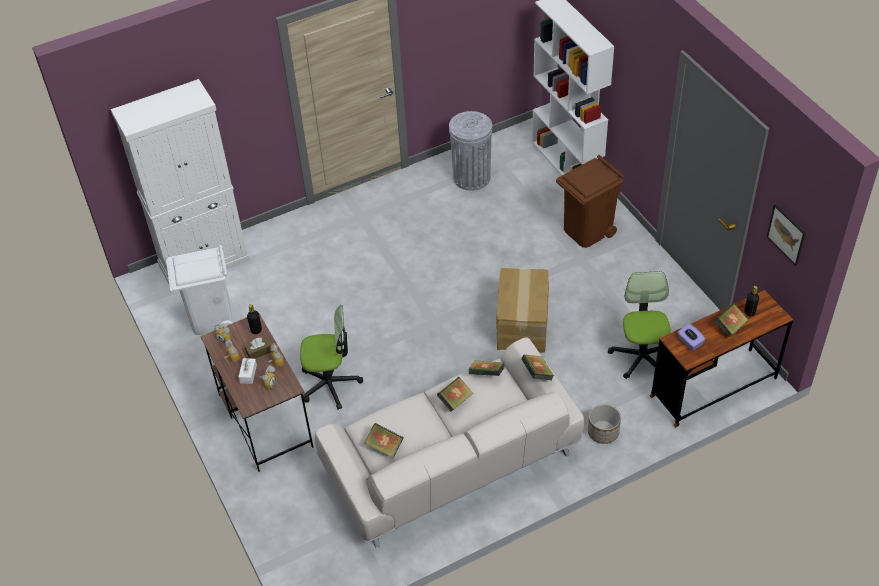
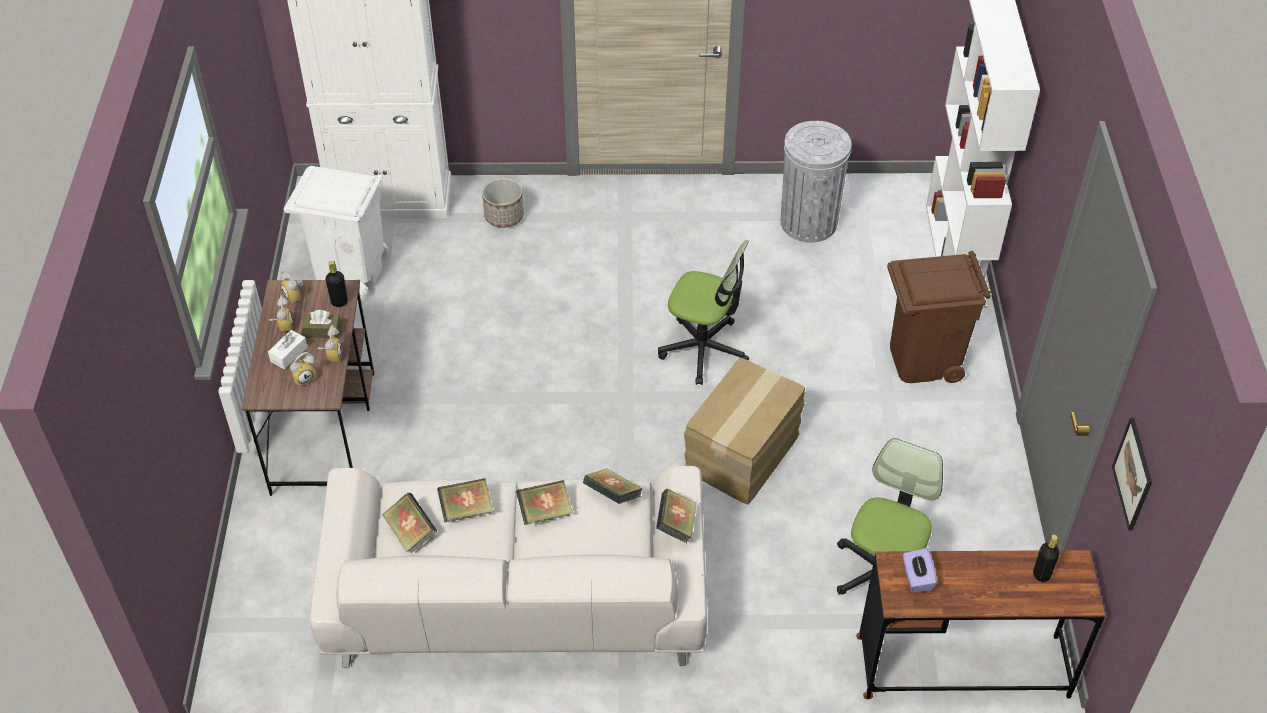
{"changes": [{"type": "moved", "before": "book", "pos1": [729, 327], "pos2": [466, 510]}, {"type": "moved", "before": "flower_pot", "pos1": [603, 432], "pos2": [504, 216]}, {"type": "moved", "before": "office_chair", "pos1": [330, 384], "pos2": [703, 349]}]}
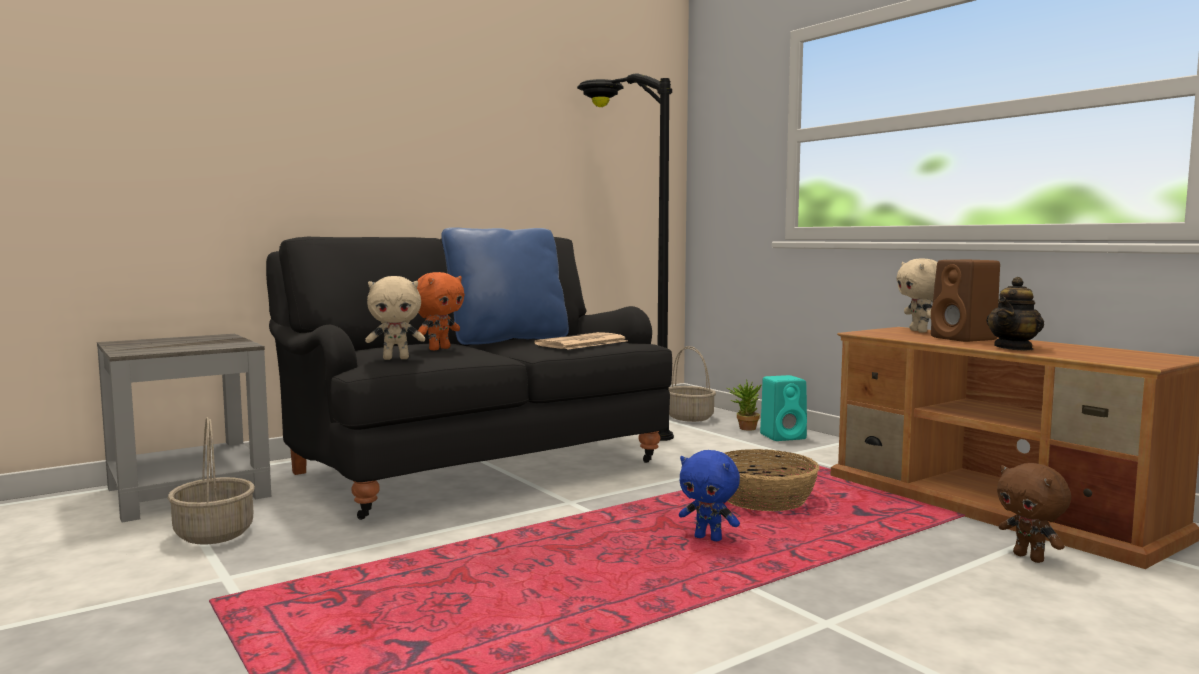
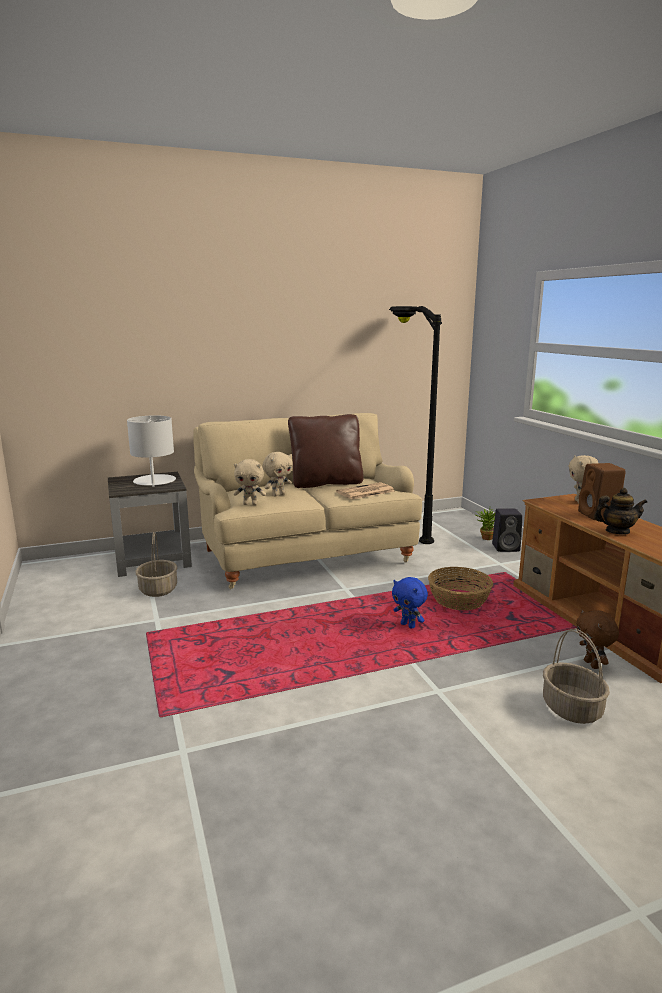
{"changes": [{"type": "added", "after": "white-coloured_lamp_for_a_table", "pos2": [154, 481]}, {"type": "recoloured", "before": "black-coloured_couch", "after": "beige-coloured_couch", "pos1": [471, 464], "pos2": [304, 553]}, {"type": "recoloured", "before": "orangey_cuddly_toy", "after": "beige-coloured_cuddly_toy", "pos1": [439, 349], "pos2": [278, 495]}, {"type": "recoloured", "before": "bluish_cushion", "after": "brown_cushion", "pos1": [507, 340], "pos2": [326, 483]}, {"type": "recoloured", "before": "turquoise-coloured_audio_speaker", "after": "black-coloured_audio_speaker", "pos1": [784, 436], "pos2": [506, 547]}, {"type": "moved", "before": "household_basket", "pos1": [690, 417], "pos2": [572, 709]}, {"type": "turned", "before": "teapot", "pos1": [1014, 348], "pos2": [617, 531], "turn": -150}]}
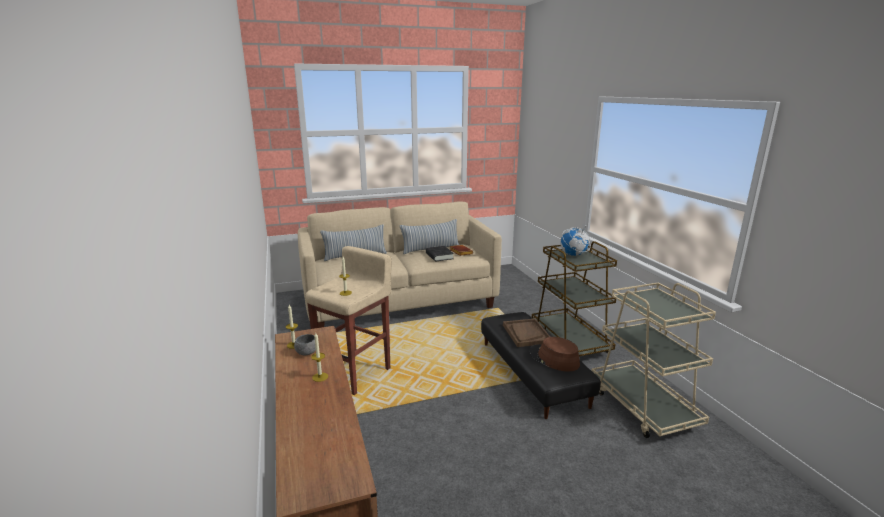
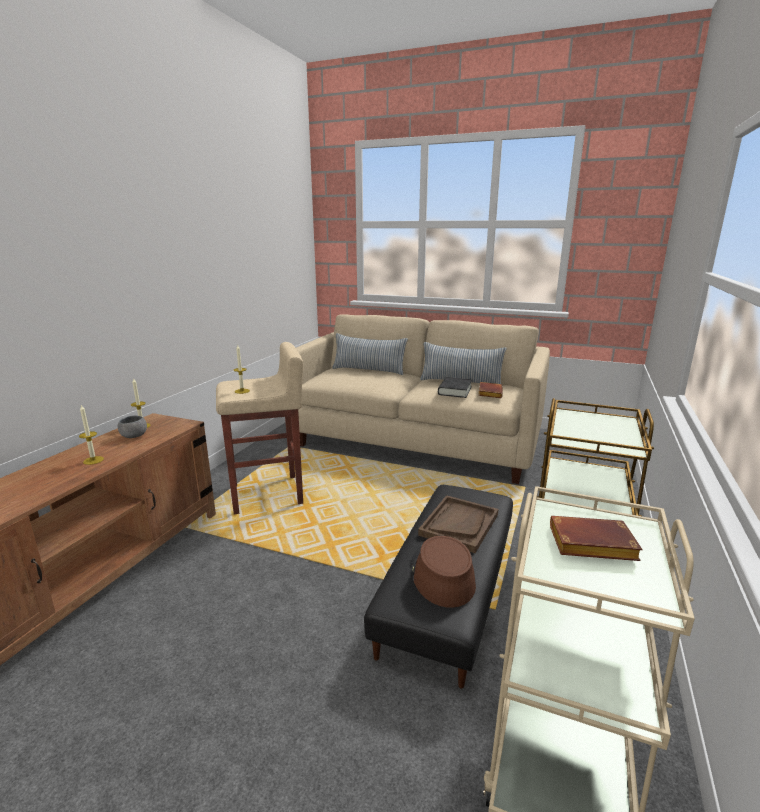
{"changes": [{"type": "added", "after": "brown_book", "pos2": [589, 545]}, {"type": "removed", "before": "globe", "pos1": [573, 255]}]}
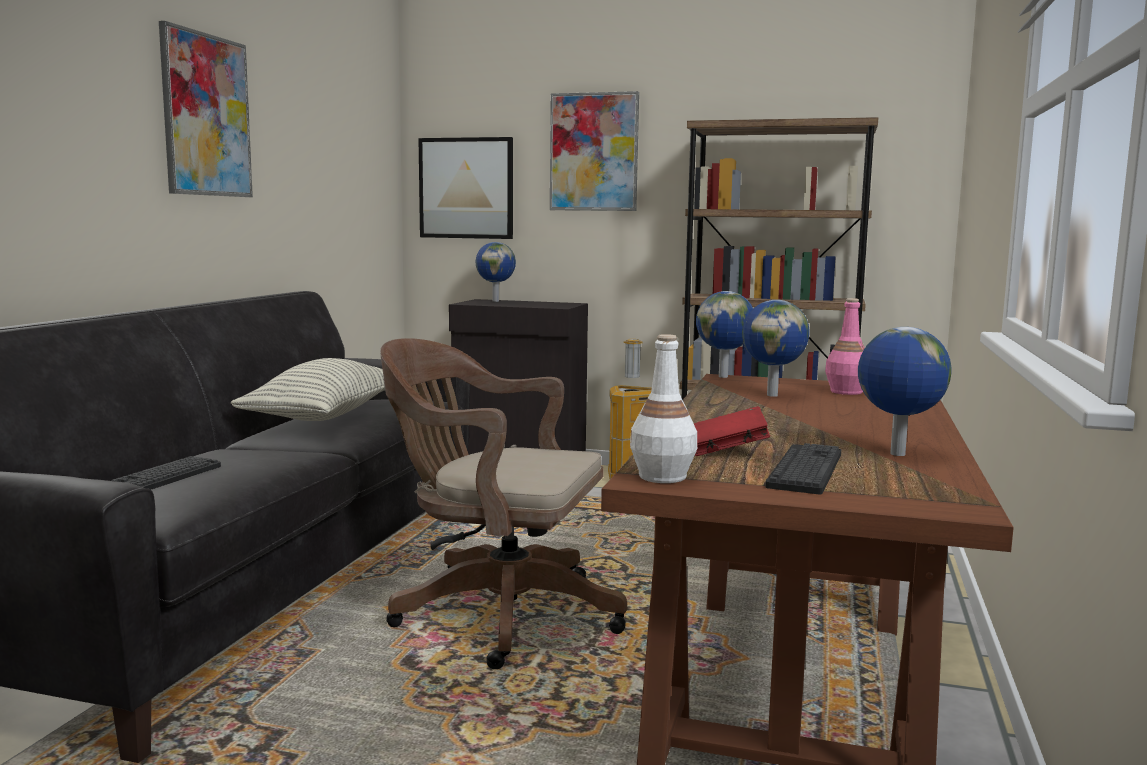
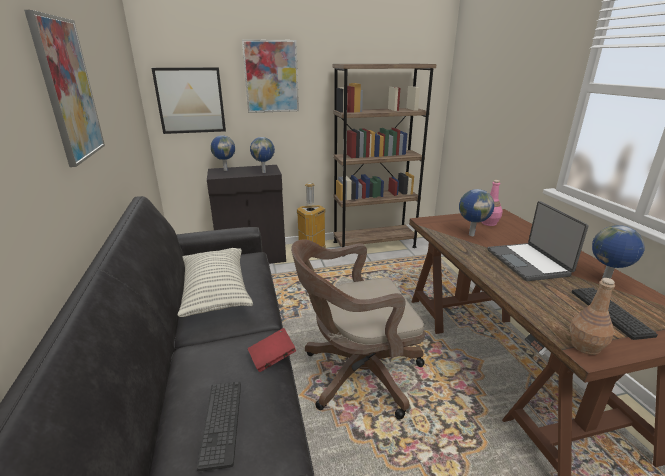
{"changes": [{"type": "moved", "before": "red-coloured_book", "pos1": [726, 451], "pos2": [272, 358]}, {"type": "moved", "before": "globe", "pos1": [724, 376], "pos2": [264, 172]}, {"type": "added", "after": "notebook_computer", "pos2": [529, 262]}, {"type": "recoloured", "before": "white-coloured_bottle", "after": "brown_bottle", "pos1": [662, 477], "pos2": [586, 346]}]}
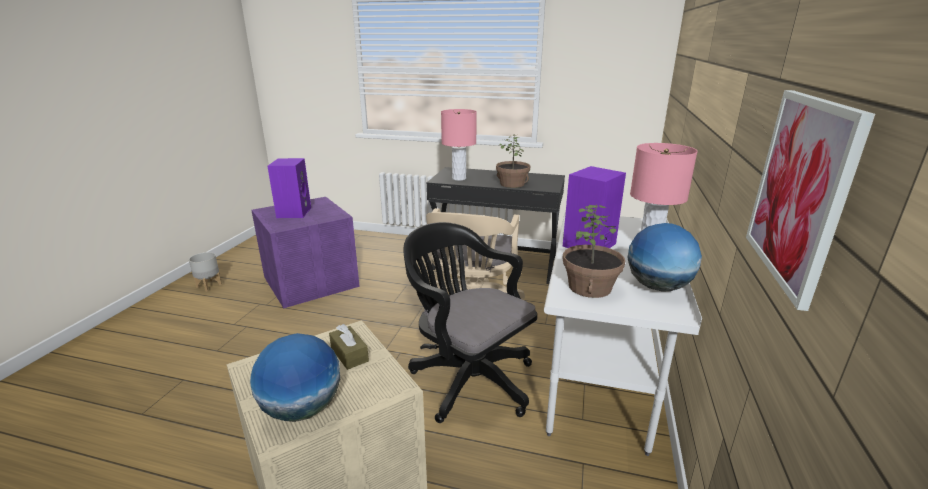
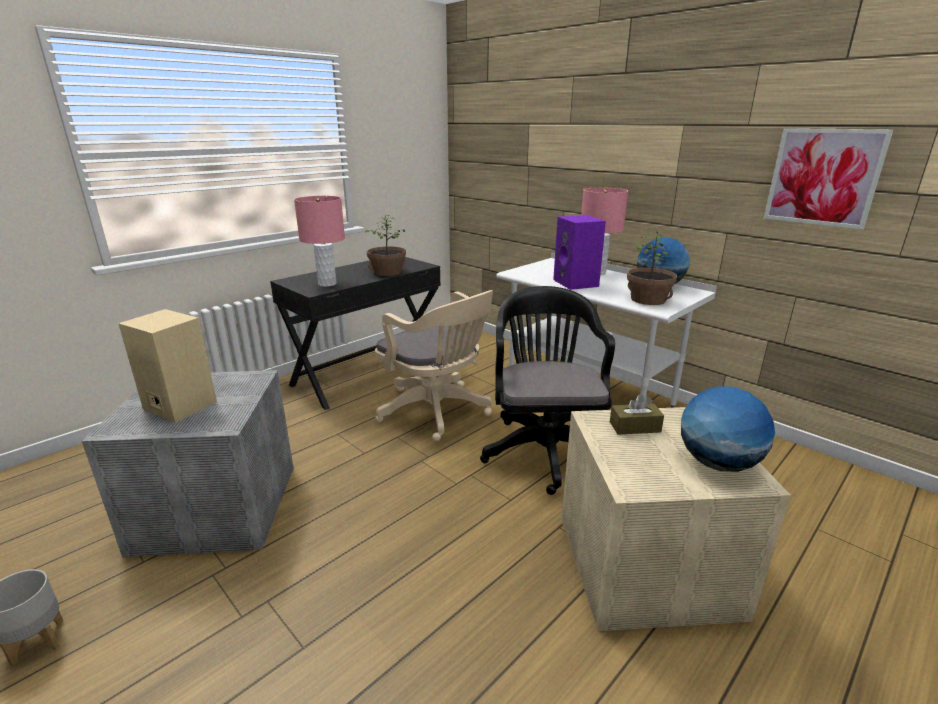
{"changes": [{"type": "recoloured", "before": "purple_storage_container", "after": "greyish_storage_container", "pos1": [311, 281], "pos2": [216, 506]}, {"type": "recoloured", "before": "purple_audio_speaker", "after": "beige-coloured_audio_speaker", "pos1": [293, 212], "pos2": [178, 405]}, {"type": "turned", "before": "black-coloured_office_chair", "pos1": [468, 378], "pos2": [544, 448], "turn": 105}]}
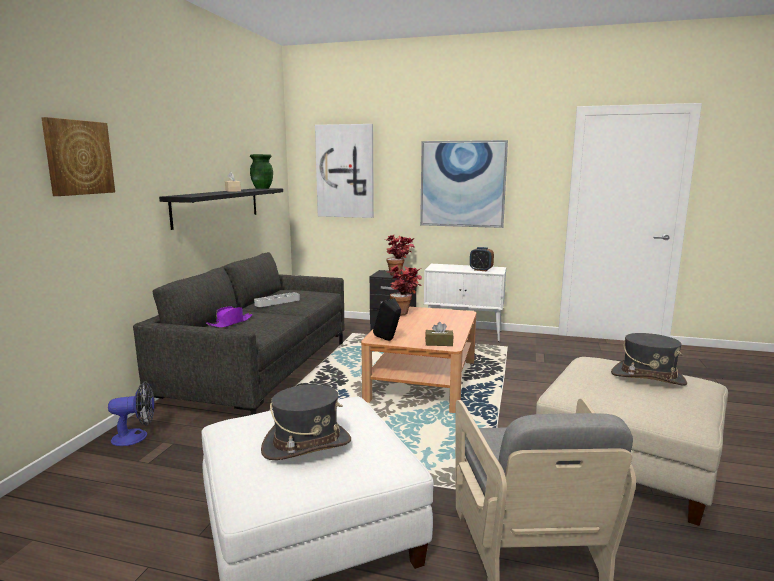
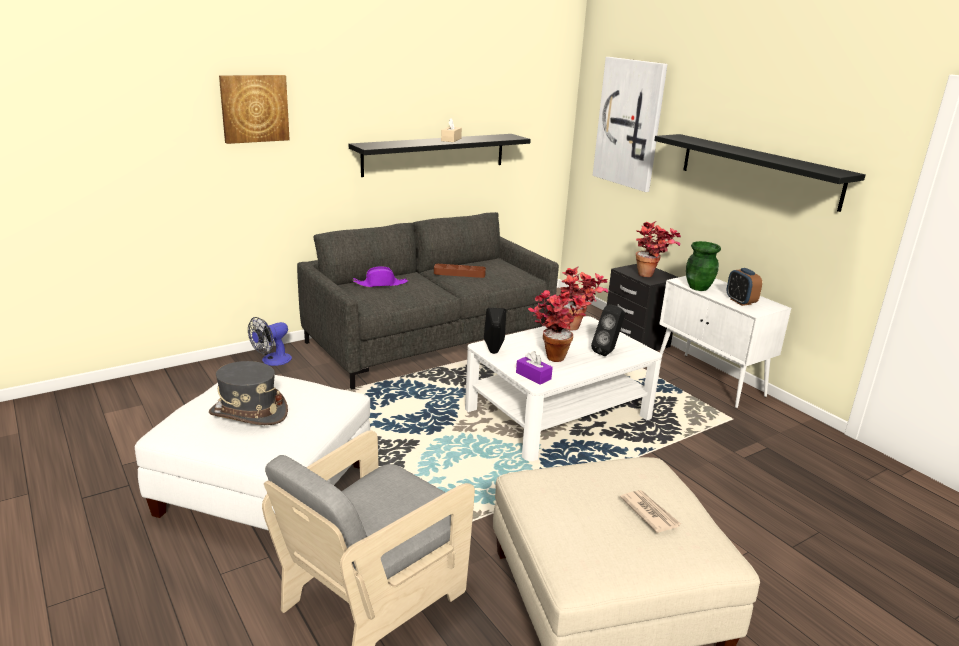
{"changes": [{"type": "turned", "before": "electric_fan", "pos1": [136, 437], "pos2": [272, 361], "turn": 105}, {"type": "recoloured", "before": "greyish_serving_tray", "after": "brown_serving_tray", "pos1": [277, 302], "pos2": [459, 273]}, {"type": "recoloured", "before": "brown_coffee_table", "after": "white-coloured_coffee_table", "pos1": [422, 380], "pos2": [558, 413]}, {"type": "recoloured", "before": "brown_tissue_holder", "after": "purple_tissue_holder", "pos1": [439, 343], "pos2": [533, 376]}, {"type": "added", "after": "potted_plant", "pos2": [552, 355]}, {"type": "added", "after": "black-coloured_audio_speaker", "pos2": [607, 352]}, {"type": "replaced", "before": "greyish_hat", "after": "printed_paper", "pos1": [647, 377], "pos2": [649, 513]}, {"type": "replaced", "before": "wall_art", "after": "black-coloured_wall_shelf", "pos1": [462, 184], "pos2": [758, 170]}, {"type": "moved", "before": "green-coloured_vase", "pos1": [262, 188], "pos2": [698, 287]}]}
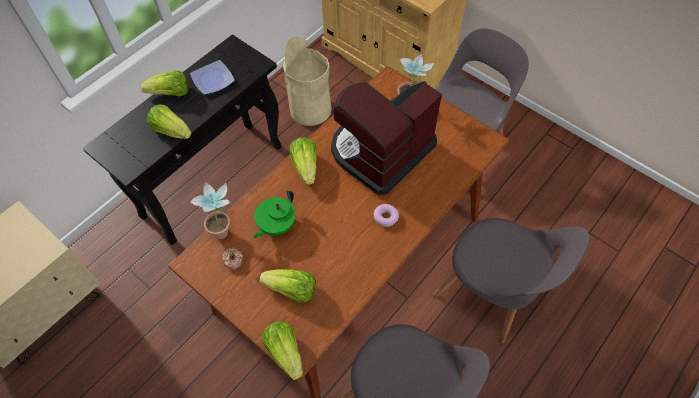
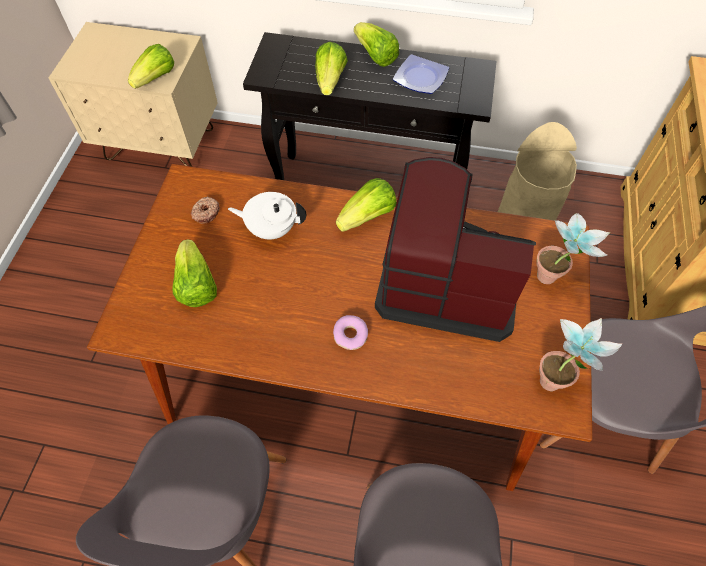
{"changes": [{"type": "moved", "before": "head_of_lettuce", "pos1": [285, 352], "pos2": [156, 78]}, {"type": "recoloured", "before": "green-coloured_teapot", "after": "white-coloured_teapot", "pos1": [276, 225], "pos2": [271, 228]}, {"type": "moved", "before": "potted_plant", "pos1": [223, 228], "pos2": [557, 379]}]}
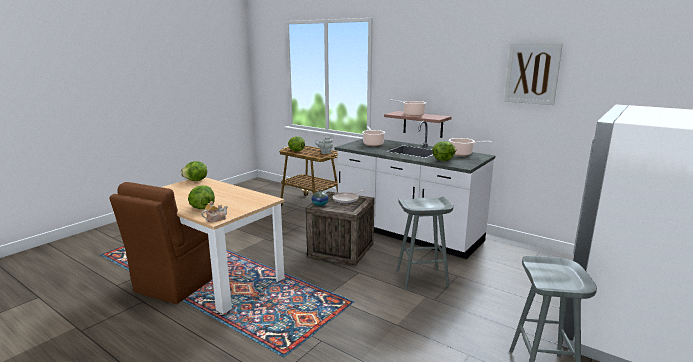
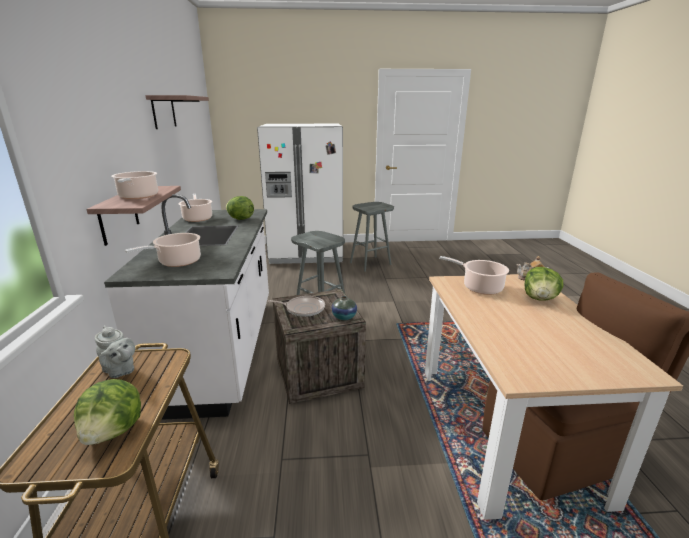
{"changes": [{"type": "replaced", "before": "wall_art", "after": "wall_shelf", "pos1": [532, 73], "pos2": [163, 112]}, {"type": "added", "after": "saucepot", "pos2": [479, 287]}, {"type": "removed", "before": "head_of_lettuce", "pos1": [196, 180]}]}
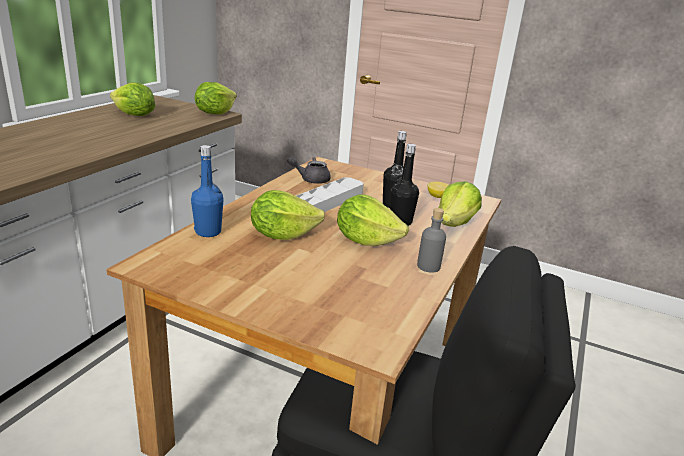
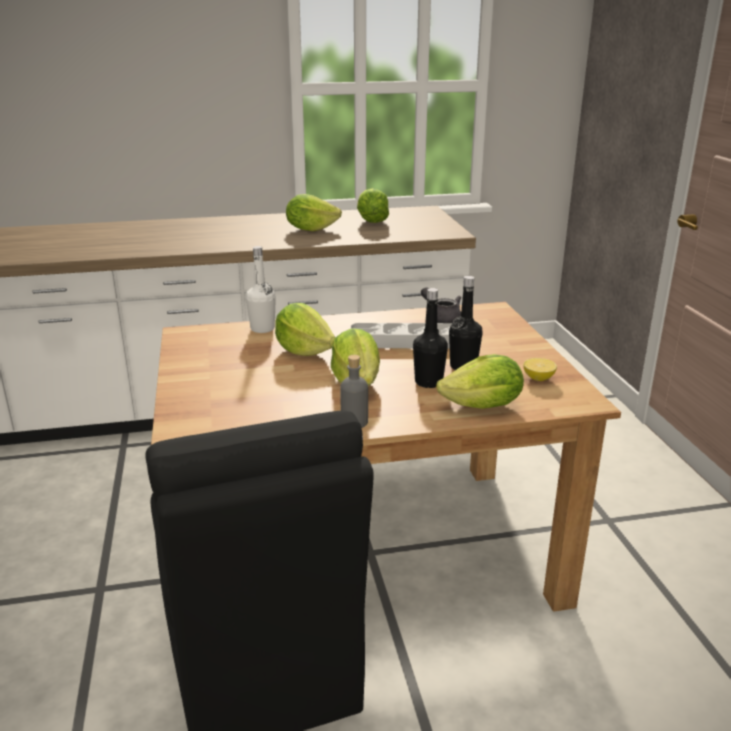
{"changes": [{"type": "recoloured", "before": "bluish_bottle", "after": "white-coloured_bottle", "pos1": [208, 232], "pos2": [262, 329]}, {"type": "moved", "before": "head_of_lettuce", "pos1": [215, 113], "pos2": [310, 229]}]}
